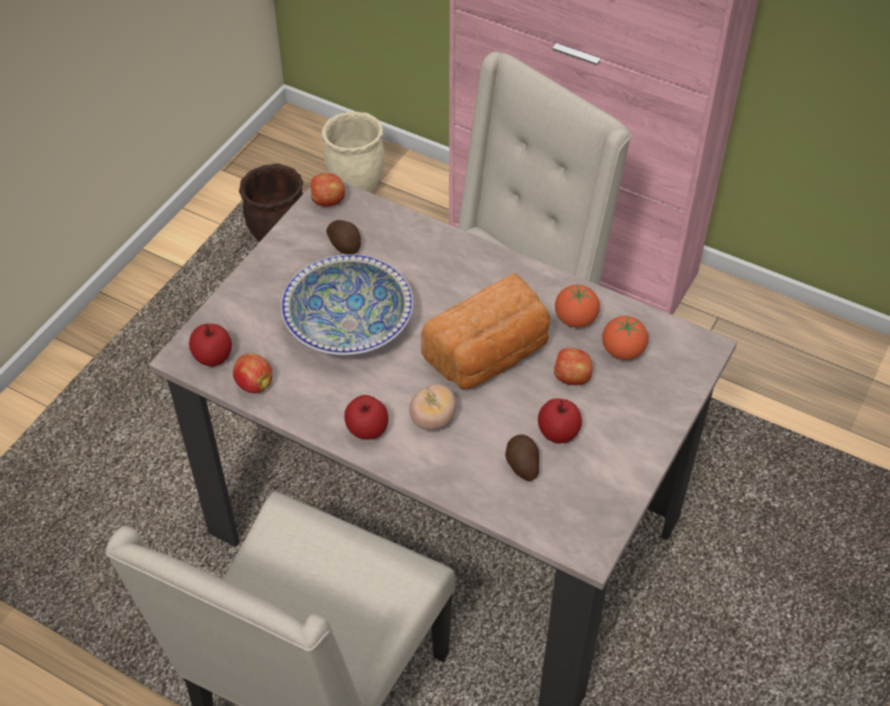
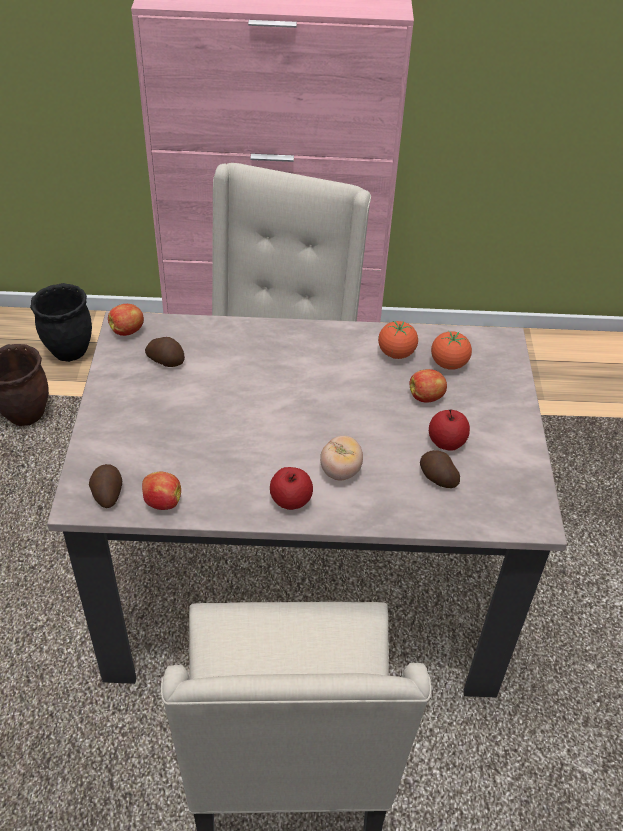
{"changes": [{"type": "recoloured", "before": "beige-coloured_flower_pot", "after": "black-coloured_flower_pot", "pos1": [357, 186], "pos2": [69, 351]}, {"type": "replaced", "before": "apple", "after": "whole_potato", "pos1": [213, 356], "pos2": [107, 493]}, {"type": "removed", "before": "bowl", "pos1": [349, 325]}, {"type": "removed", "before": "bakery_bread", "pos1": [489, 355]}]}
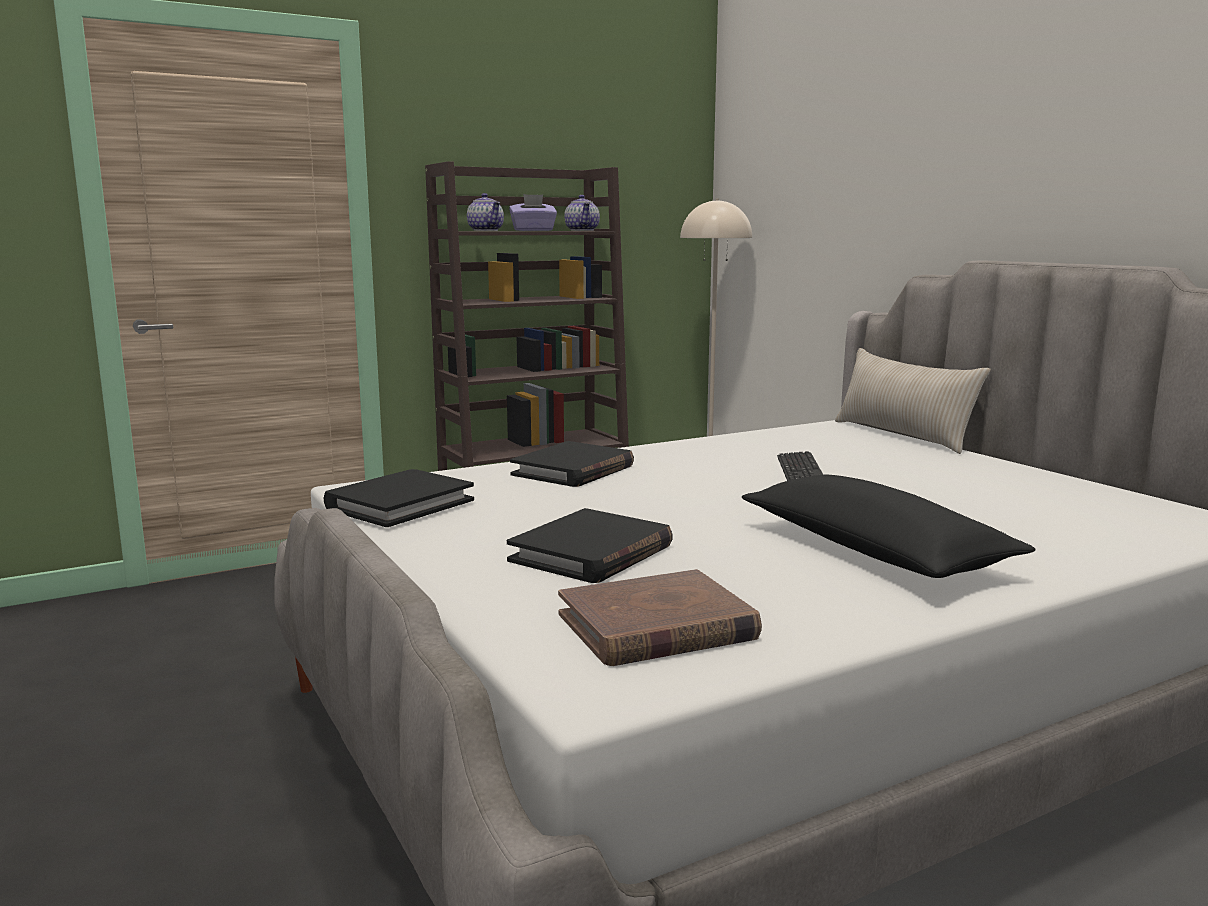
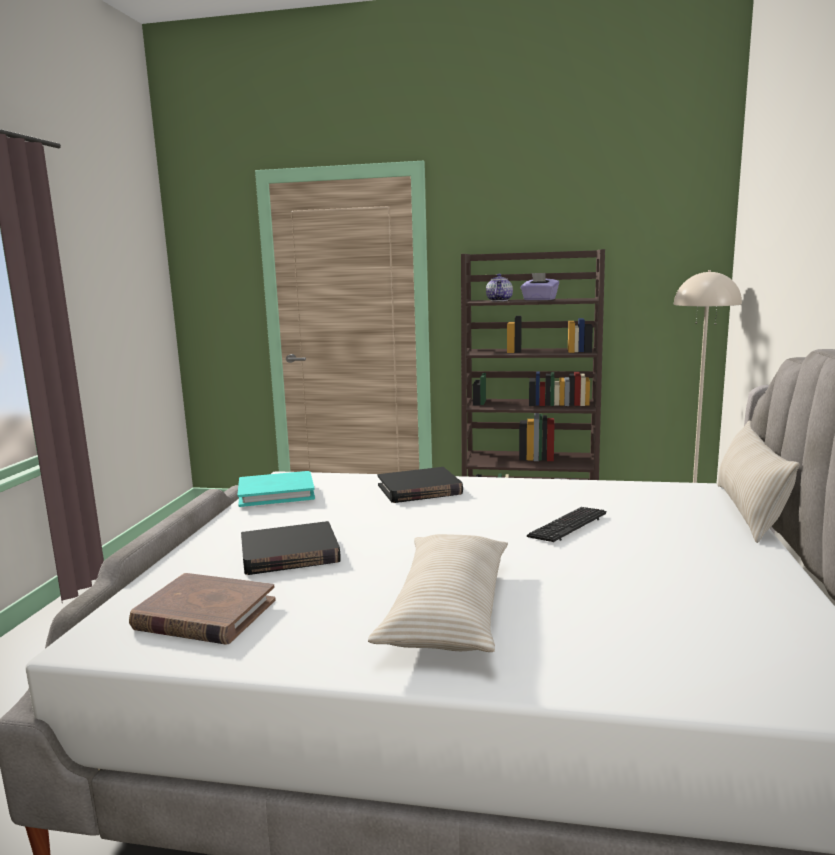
{"changes": [{"type": "recoloured", "before": "black-coloured_book", "after": "turquoise-coloured_book", "pos1": [400, 504], "pos2": [276, 493]}, {"type": "recoloured", "before": "black-coloured_cushion", "after": "beige-coloured_cushion", "pos1": [873, 551], "pos2": [448, 609]}, {"type": "removed", "before": "teapot", "pos1": [583, 230]}]}
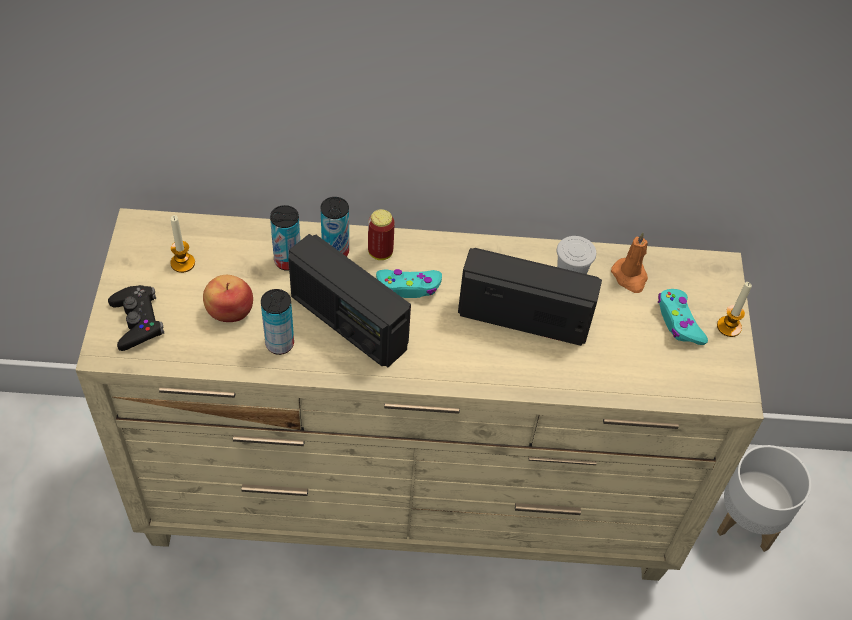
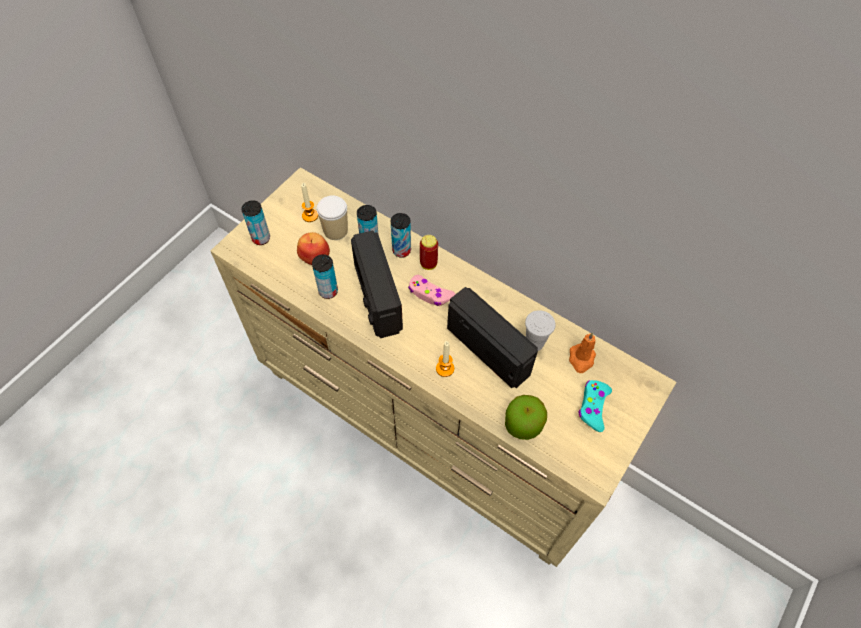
{"changes": [{"type": "replaced", "before": "black-coloured_gamepad", "after": "sealed_can", "pos1": [137, 321], "pos2": [261, 238]}, {"type": "added", "after": "small_cup", "pos2": [335, 230]}, {"type": "recoloured", "before": "turquoise-coloured_gamepad", "after": "pink-coloured_gamepad", "pos1": [409, 287], "pos2": [430, 294]}, {"type": "moved", "before": "wax_light", "pos1": [729, 327], "pos2": [445, 368]}, {"type": "added", "after": "apple", "pos2": [523, 424]}, {"type": "removed", "before": "white-coloured_flower_pot", "pos1": [748, 521]}]}
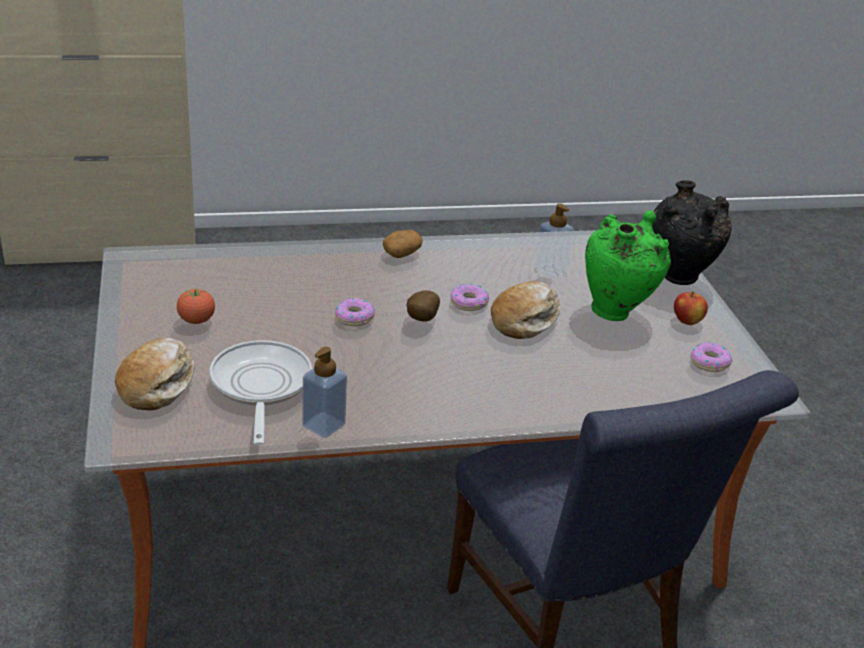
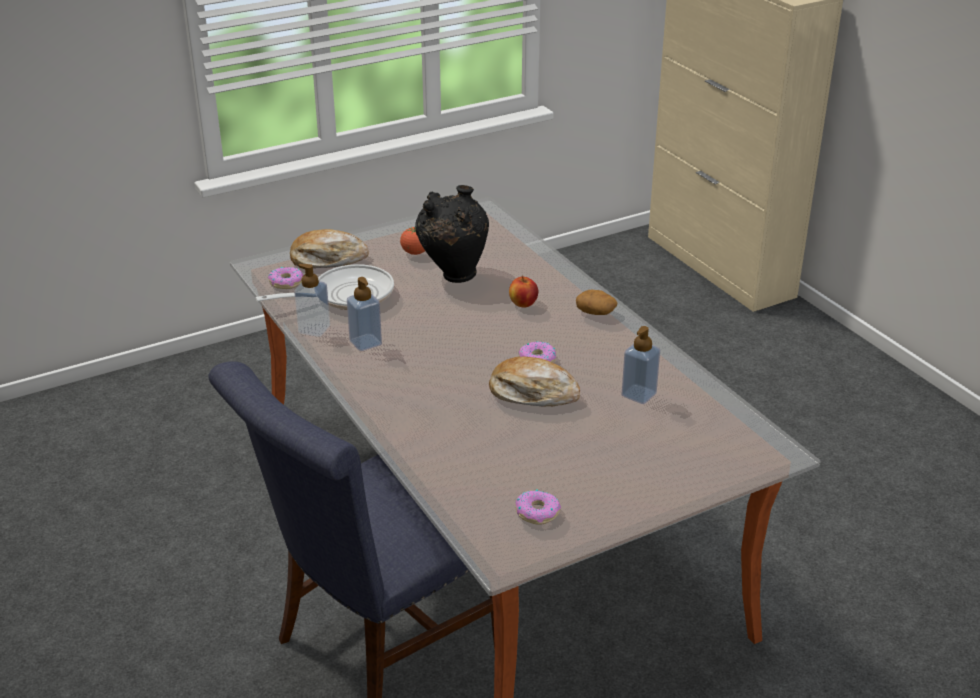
{"changes": [{"type": "moved", "before": "donut", "pos1": [354, 317], "pos2": [286, 282]}, {"type": "added", "after": "soap_bottle", "pos2": [365, 343]}, {"type": "moved", "before": "black-coloured_vase", "pos1": [678, 279], "pos2": [453, 276]}, {"type": "moved", "before": "apple", "pos1": [687, 321], "pos2": [523, 304]}, {"type": "removed", "before": "whole_potato", "pos1": [420, 320]}, {"type": "removed", "before": "green-coloured_vase", "pos1": [616, 312]}]}
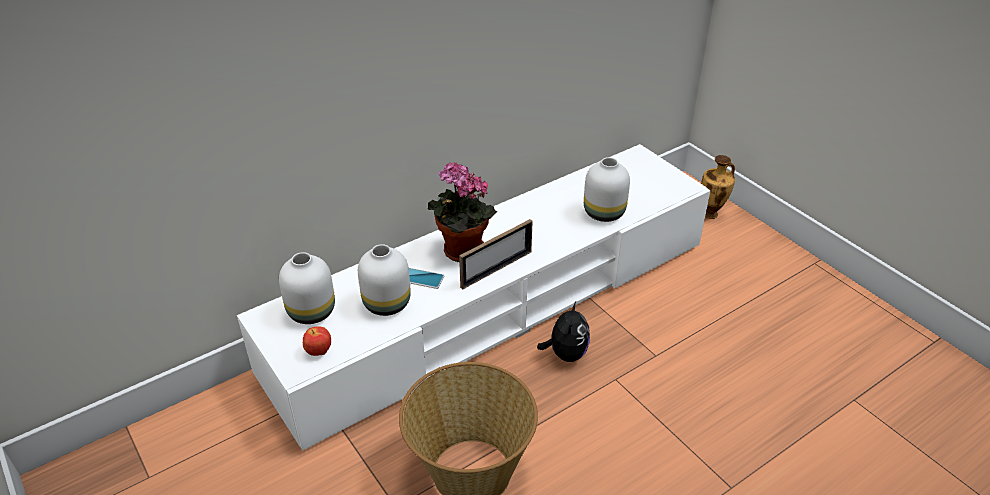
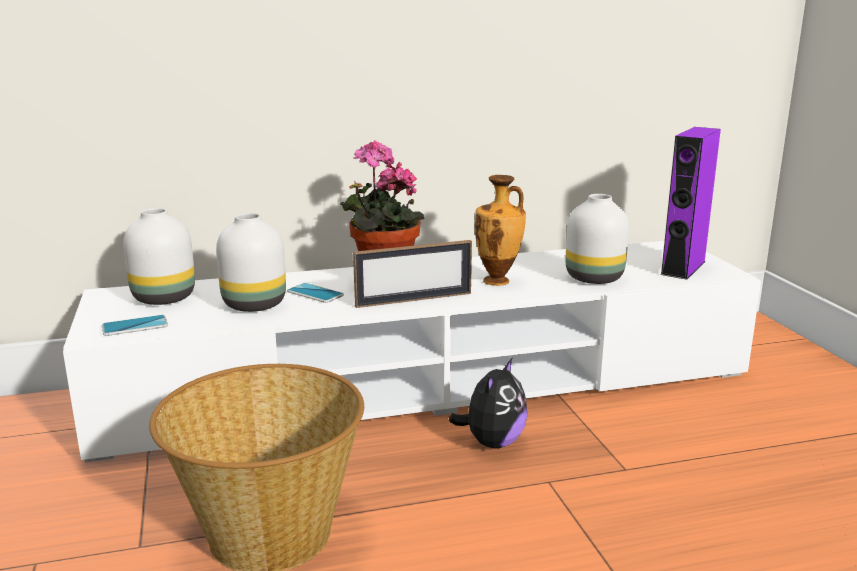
{"changes": [{"type": "replaced", "before": "apple", "after": "telephone", "pos1": [319, 352], "pos2": [135, 326]}, {"type": "moved", "before": "vase", "pos1": [711, 214], "pos2": [498, 281]}, {"type": "added", "after": "purple_audio_speaker", "pos2": [683, 268]}]}
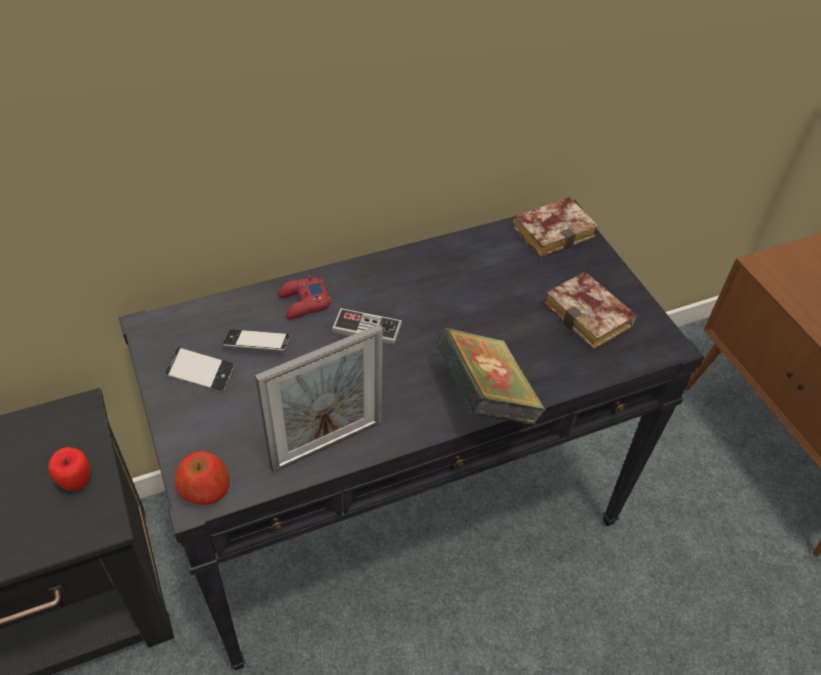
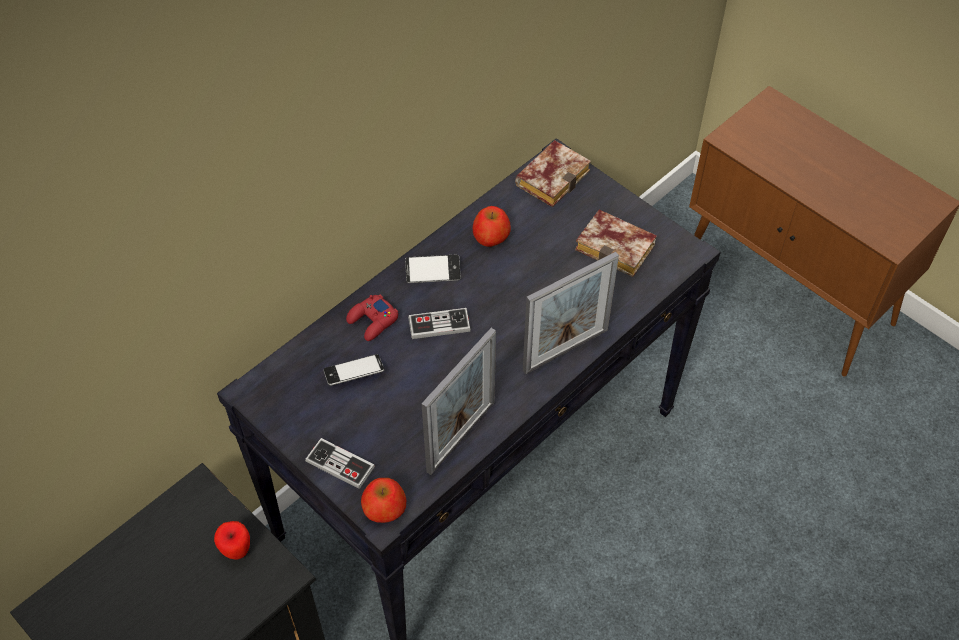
{"changes": [{"type": "added", "after": "gamepad", "pos2": [340, 464]}, {"type": "moved", "before": "telephone", "pos1": [200, 373], "pos2": [433, 272]}, {"type": "added", "after": "apple", "pos2": [491, 237]}, {"type": "replaced", "before": "book", "after": "picture_frame", "pos1": [485, 397], "pos2": [565, 350]}]}
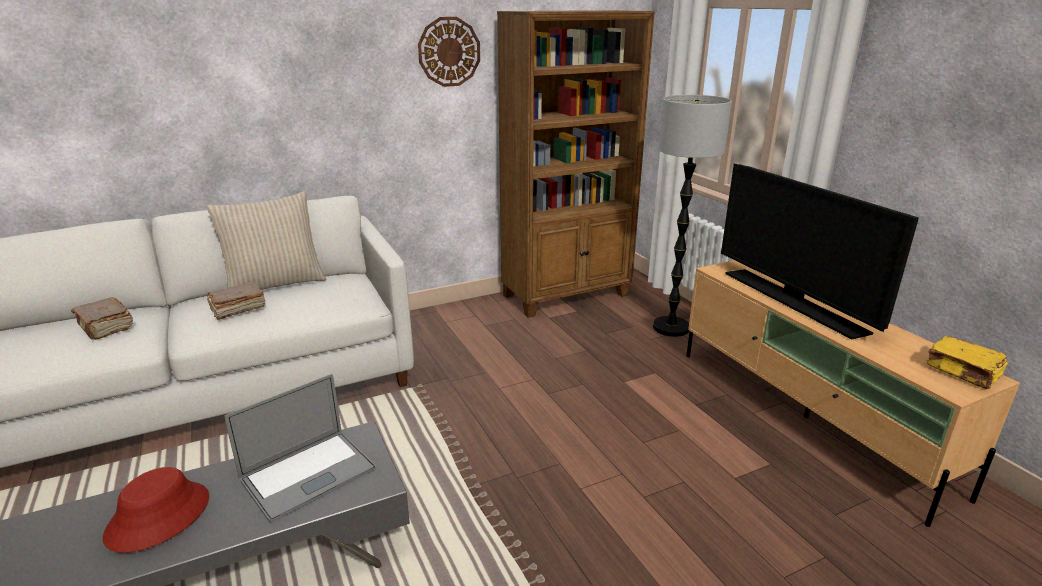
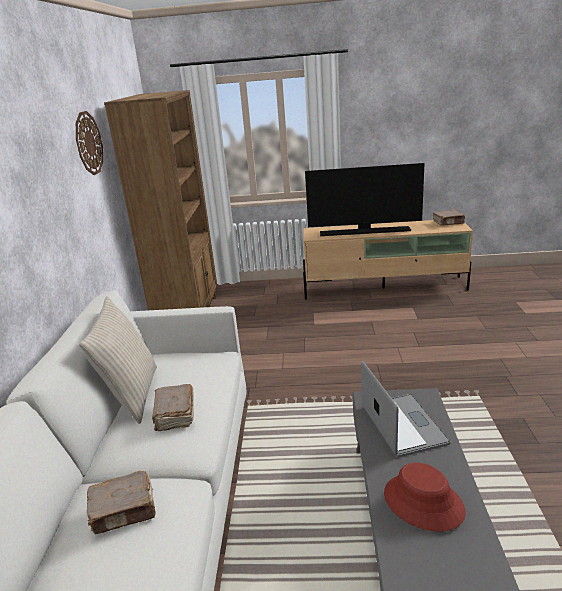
{"changes": [{"type": "recoloured", "before": "yellowish_book", "after": "brown_book", "pos1": [963, 372], "pos2": [448, 223]}, {"type": "removed", "before": "standard_lamp", "pos1": [670, 327]}]}
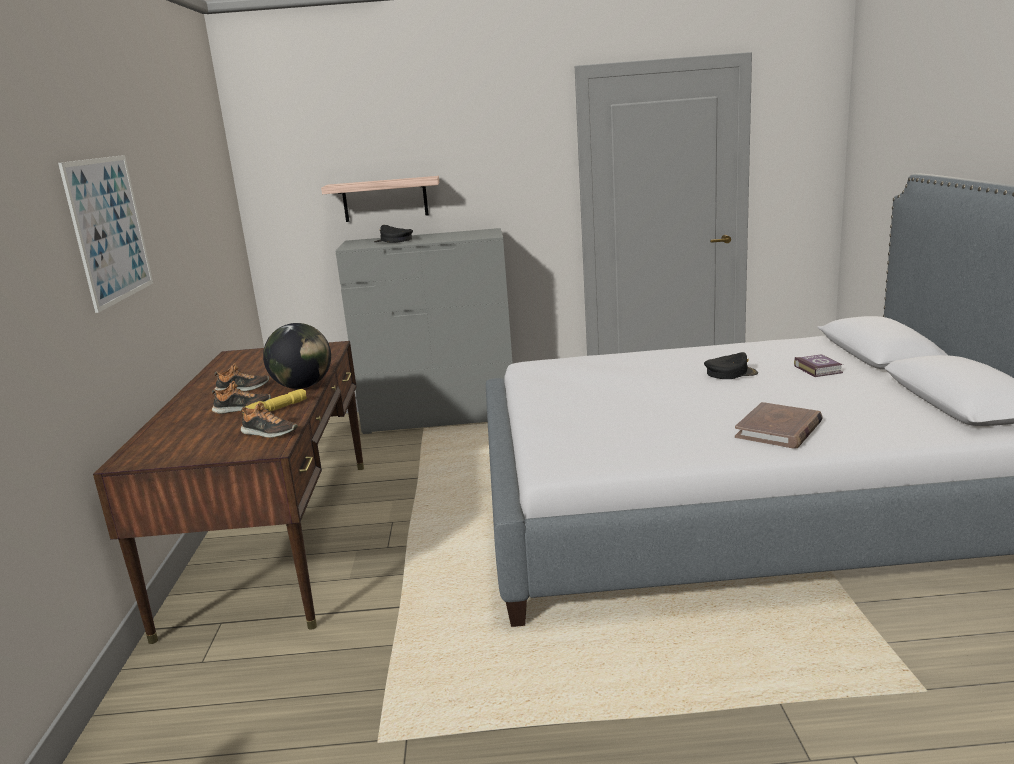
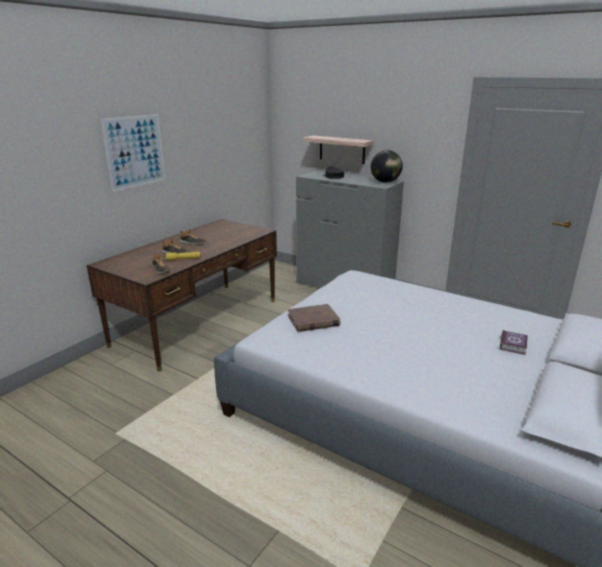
{"changes": [{"type": "moved", "before": "brown_book", "pos1": [779, 430], "pos2": [313, 320]}, {"type": "moved", "before": "globe", "pos1": [302, 386], "pos2": [385, 182]}, {"type": "removed", "before": "black-coloured_peaked_cap", "pos1": [730, 373]}]}
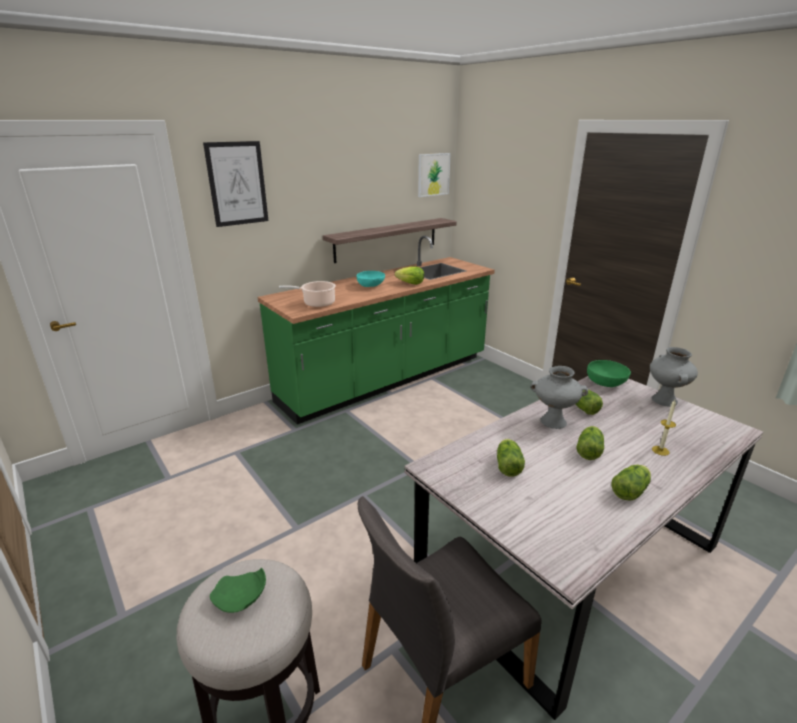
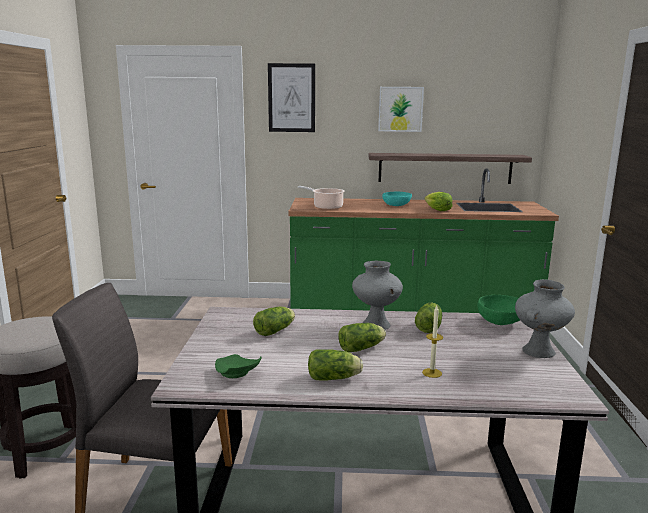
{"changes": [{"type": "moved", "before": "green-coloured_dinner_plate", "pos1": [241, 599], "pos2": [236, 374]}, {"type": "moved", "before": "wall_art", "pos1": [433, 174], "pos2": [400, 109]}]}
